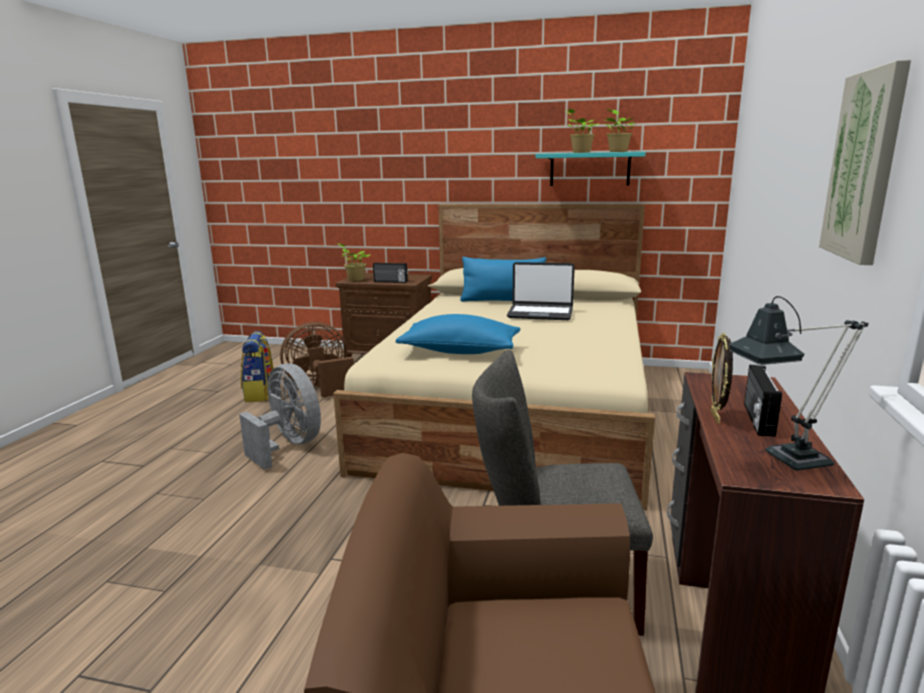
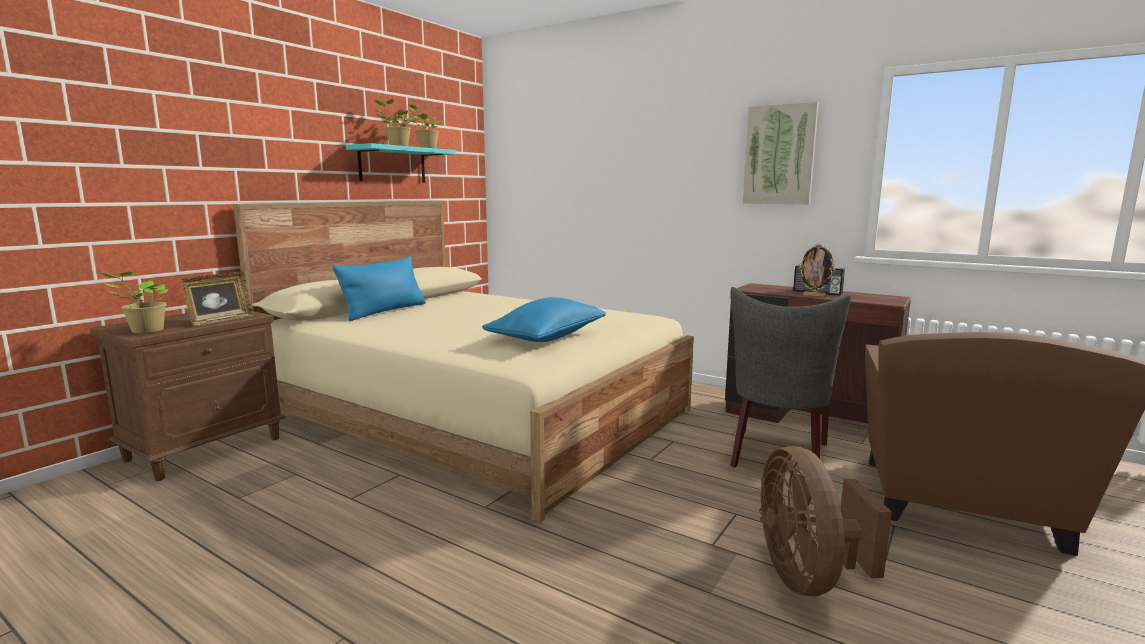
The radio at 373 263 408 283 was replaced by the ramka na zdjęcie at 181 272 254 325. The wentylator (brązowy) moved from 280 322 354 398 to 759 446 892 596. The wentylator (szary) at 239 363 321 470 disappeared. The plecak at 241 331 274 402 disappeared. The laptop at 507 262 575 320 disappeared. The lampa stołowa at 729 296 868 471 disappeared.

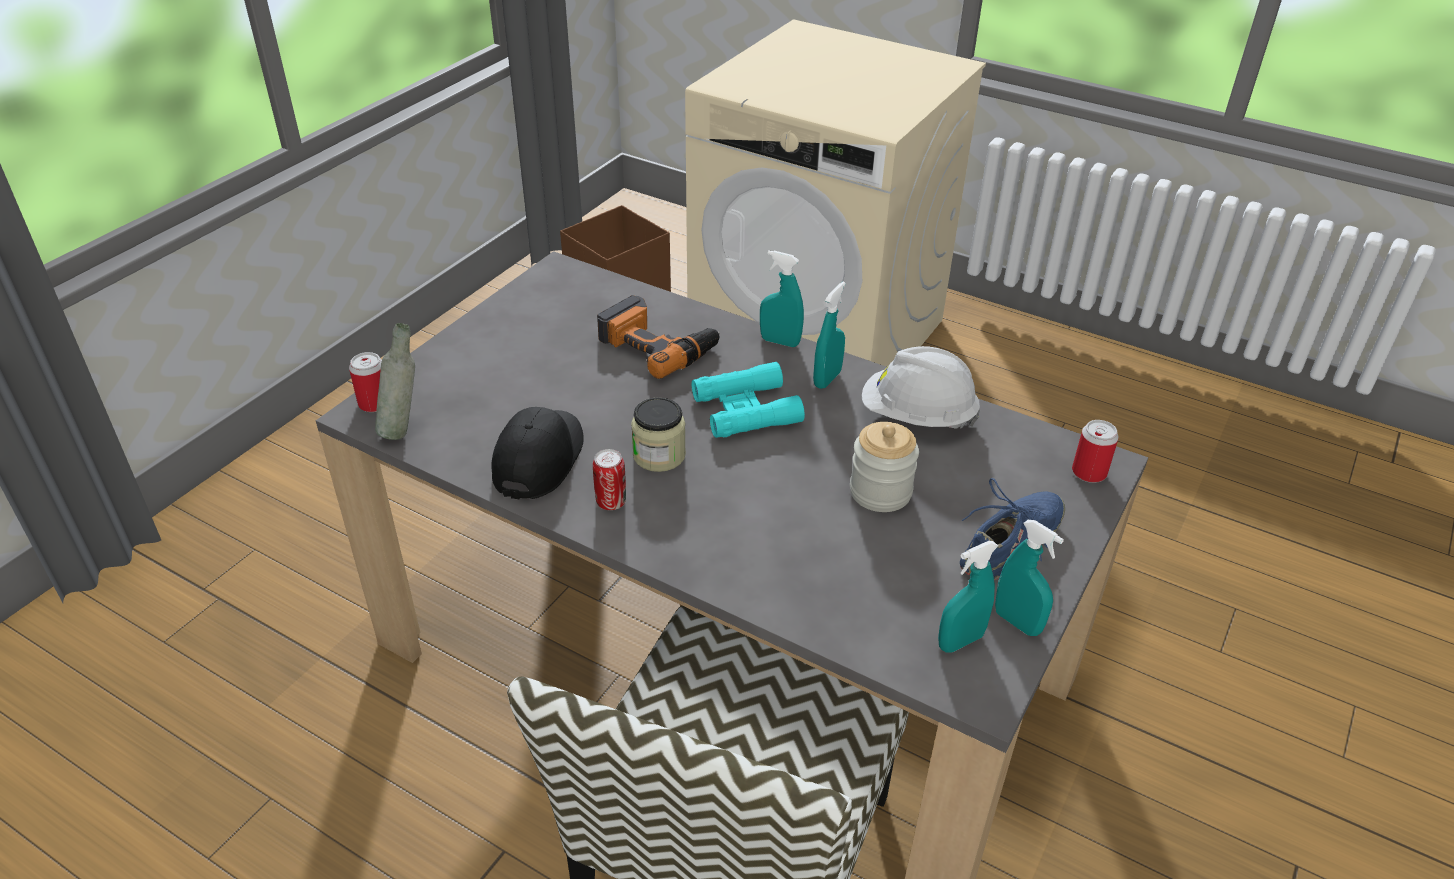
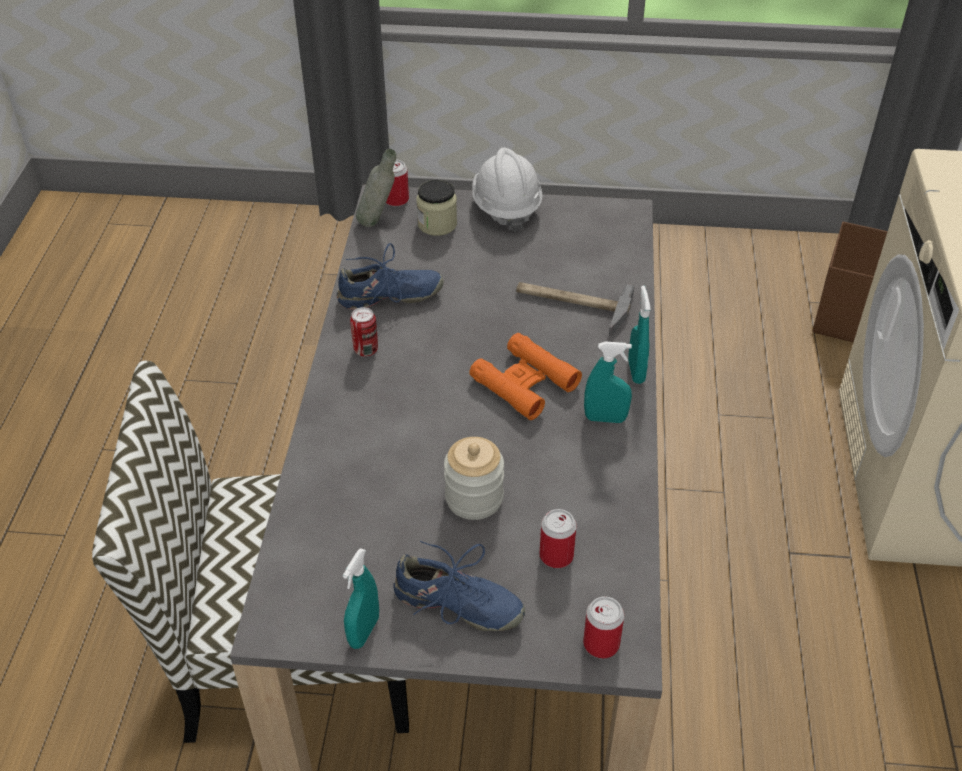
The czapka z daszkiem (czarny) at 492 407 584 499 was replaced by the but (niebieski) at 337 243 444 309. The słoik moved from 631 397 686 472 to 416 180 457 236. The lornetka (turkusowy) at 692 362 805 438 became the lornetka (pomarańczowy) at 469 333 582 420. The kask (biały) moved from 862 346 980 429 to 472 148 543 232. The wiertarka at 597 295 720 379 was replaced by the młotek at 516 282 634 336. The puszka at 540 509 577 568 appeared. The spryskiwacz (turkusowy) at 938 541 998 653 disappeared.

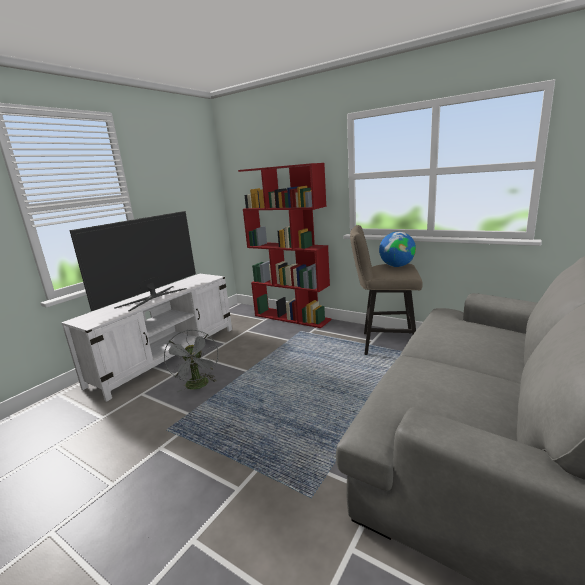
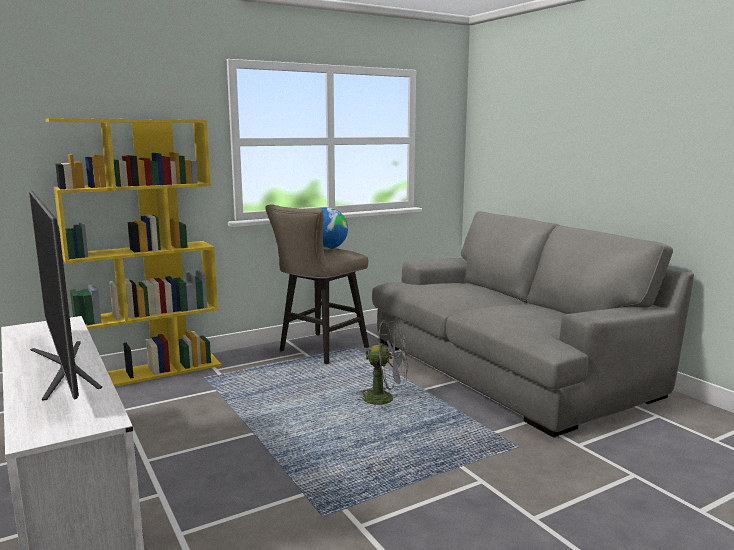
The regał (czerwony) at 238 163 332 328 became the regał (żółty) at 46 118 221 387. The wentylator (szary) moved from 164 330 218 393 to 356 320 408 411.

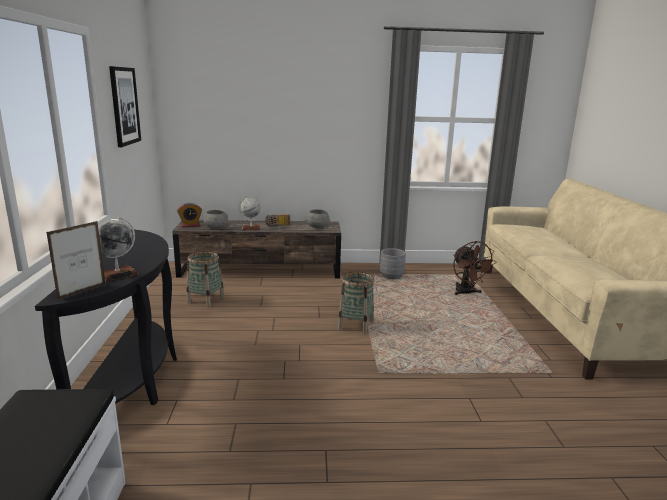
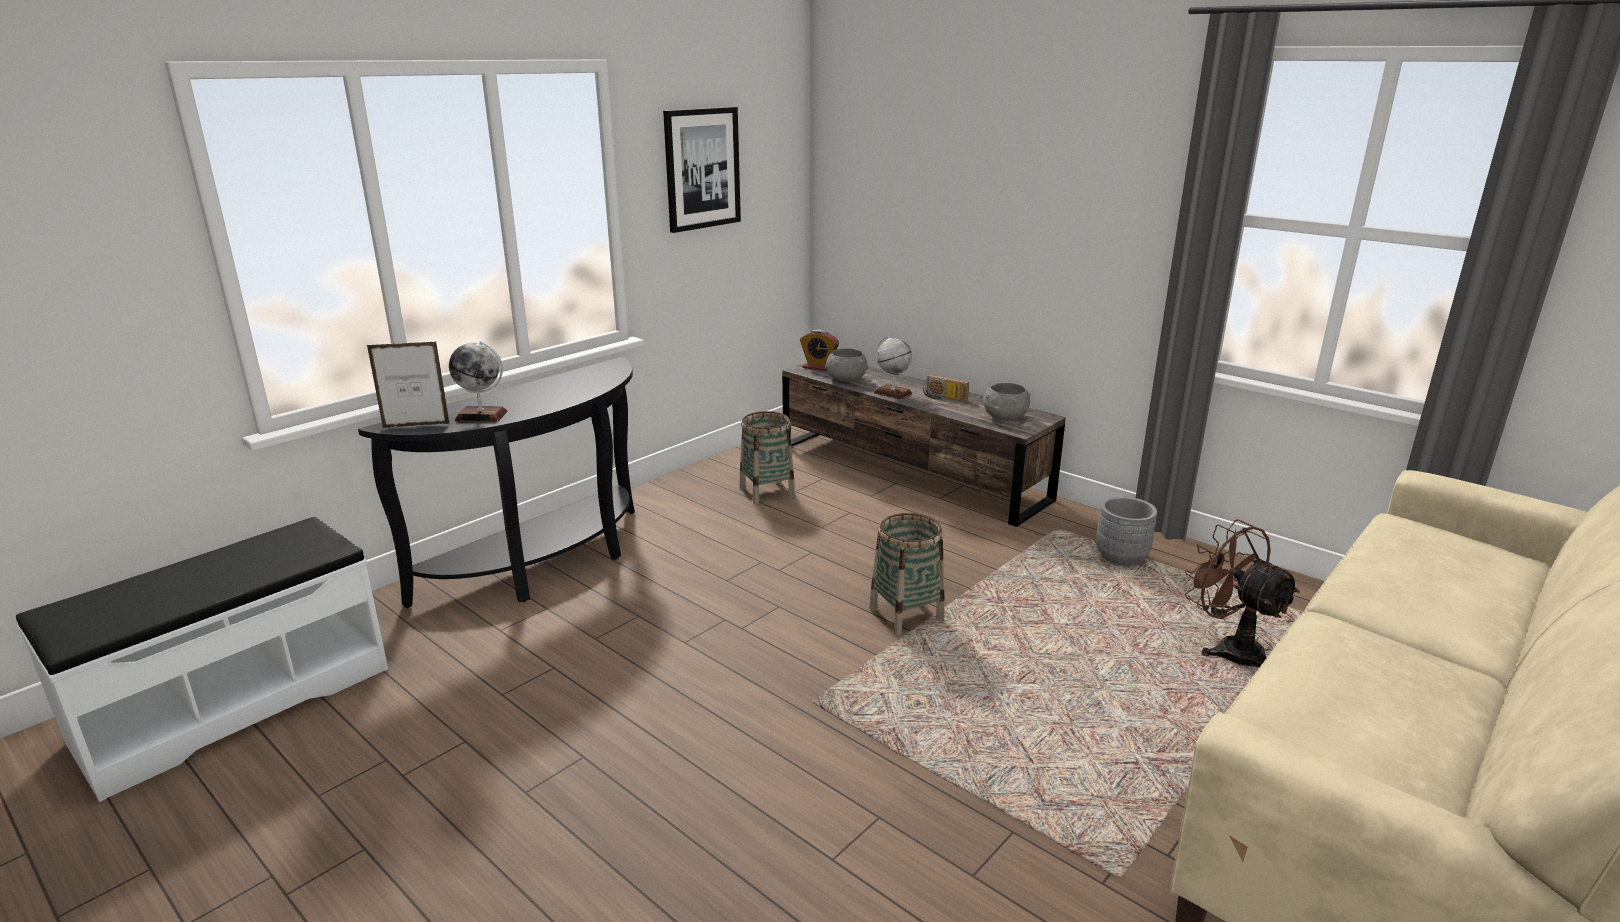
The wentylator (brązowy) at 453 241 497 295 turned 120 degrees clockwise.

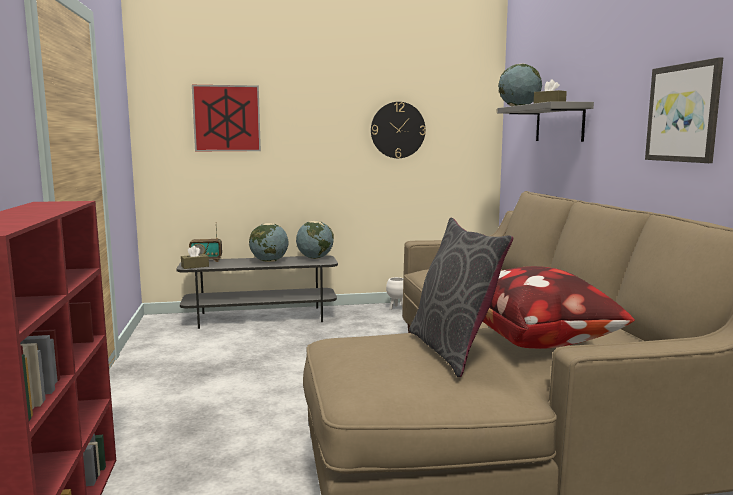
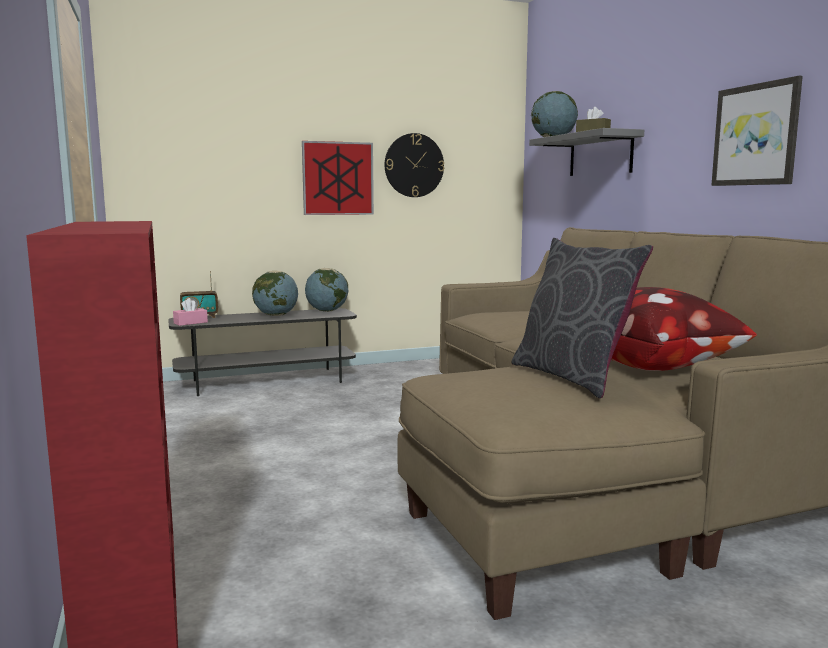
The pudełko chusteczek (brązowy) at 181 246 209 269 became the pudełko chusteczek (różowy) at 173 298 208 326. The obraz moved from 192 85 261 151 to 302 141 374 215. The donica (biały) at 386 277 403 310 disappeared.

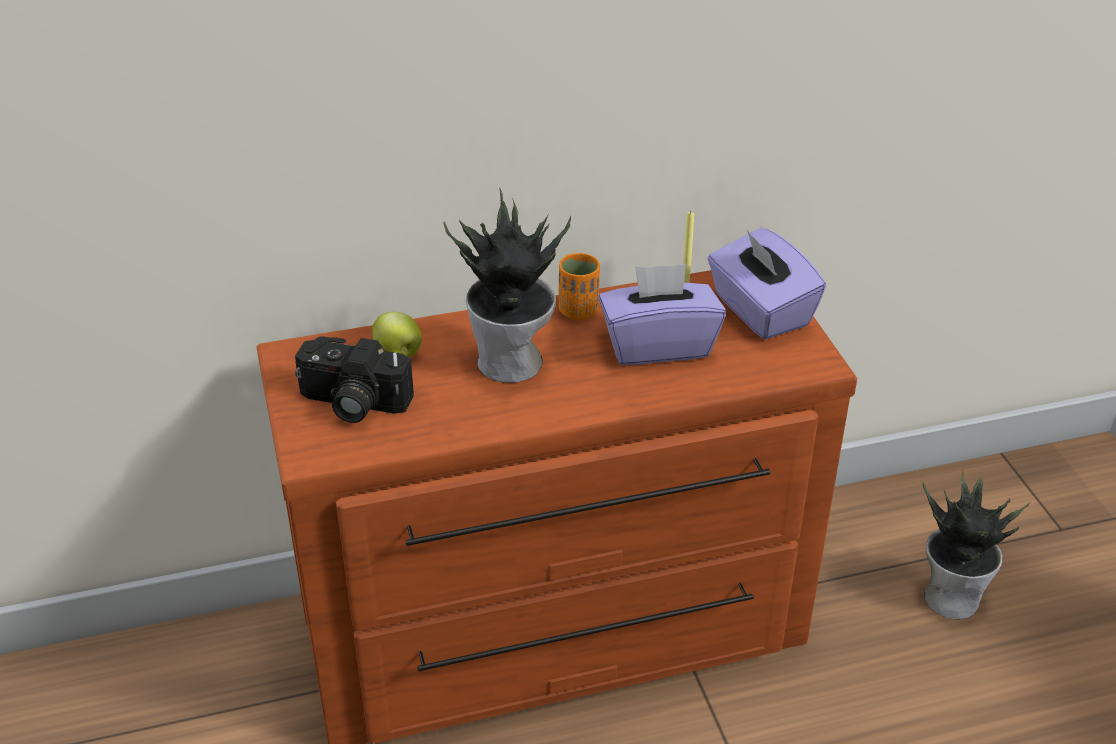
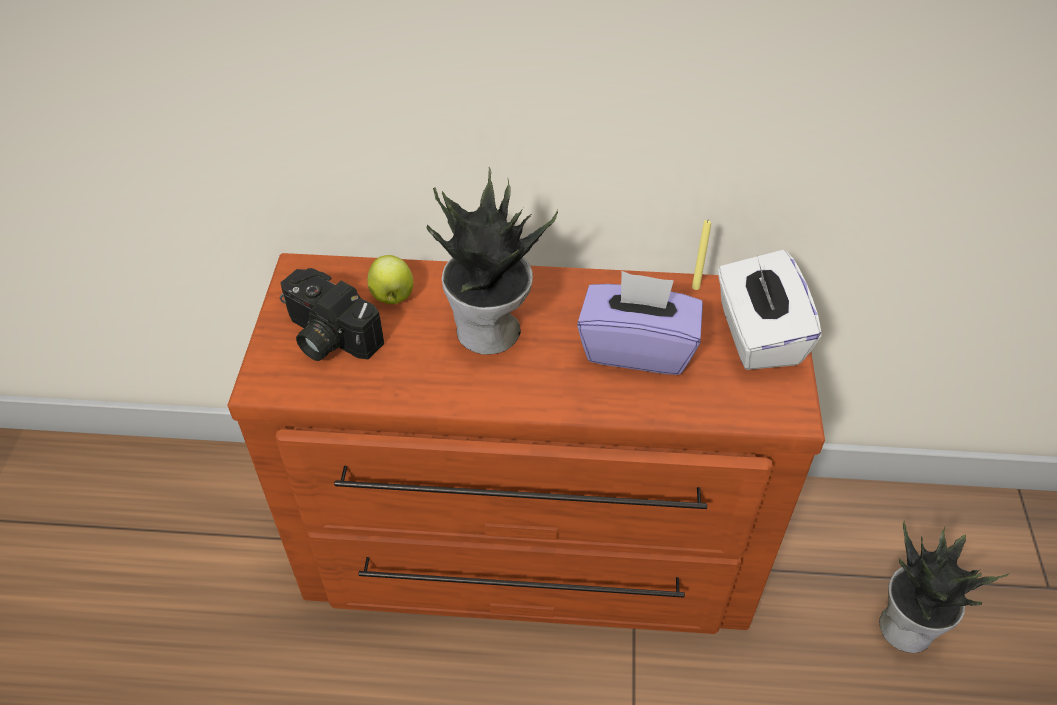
The pudełko chusteczek (fioletowy) at 708 228 826 340 became the pudełko chusteczek (biały) at 717 250 822 370. The filiżanka (pomarańczowy) at 559 253 600 320 disappeared.

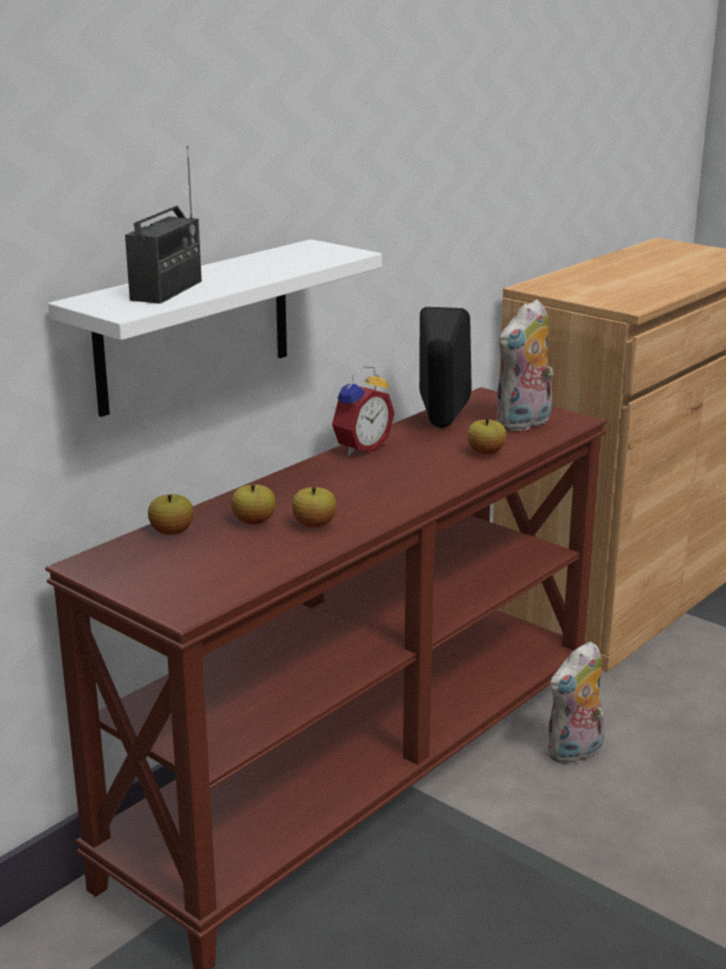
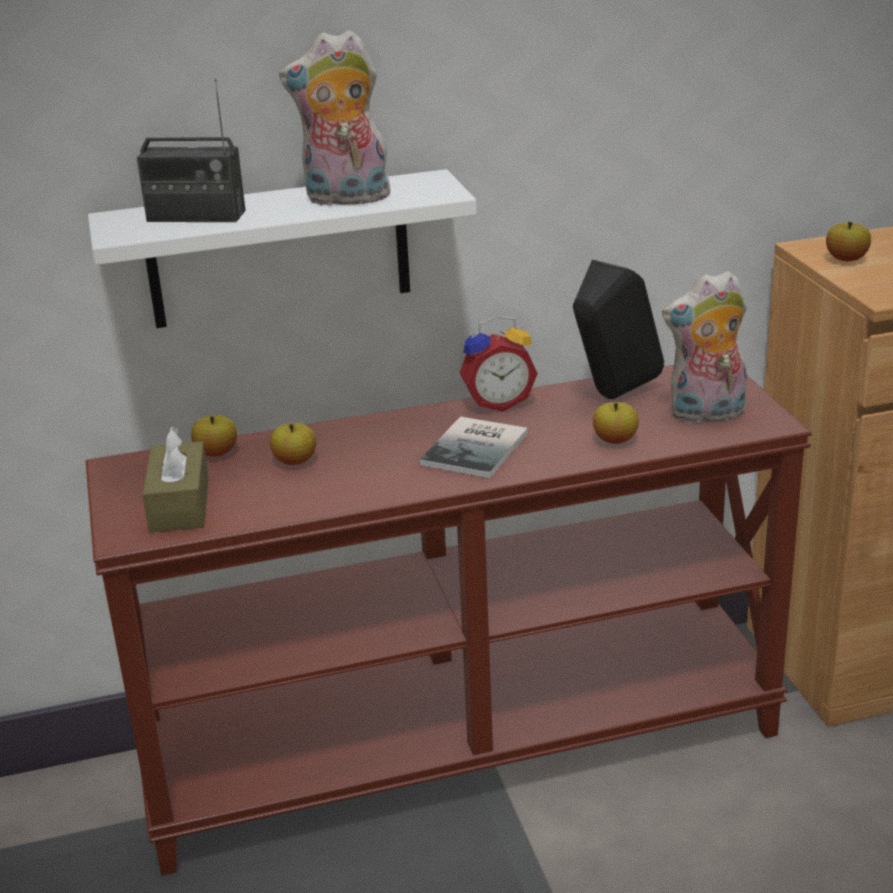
The radio at 125 146 202 304 turned 45 degrees clockwise. The pudełko chusteczek (brązowy) at 142 427 209 533 appeared. The pluszak moved from 547 641 604 764 to 279 30 391 207. The książka at 419 417 528 478 appeared. The jabłko moved from 292 487 337 527 to 826 222 871 261.

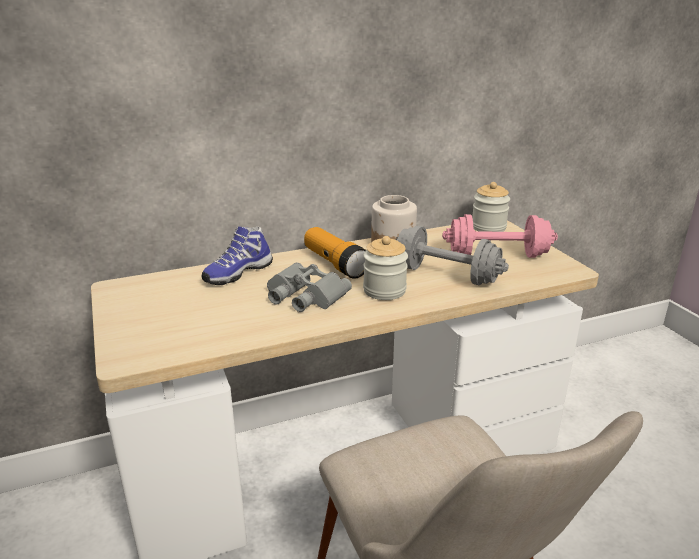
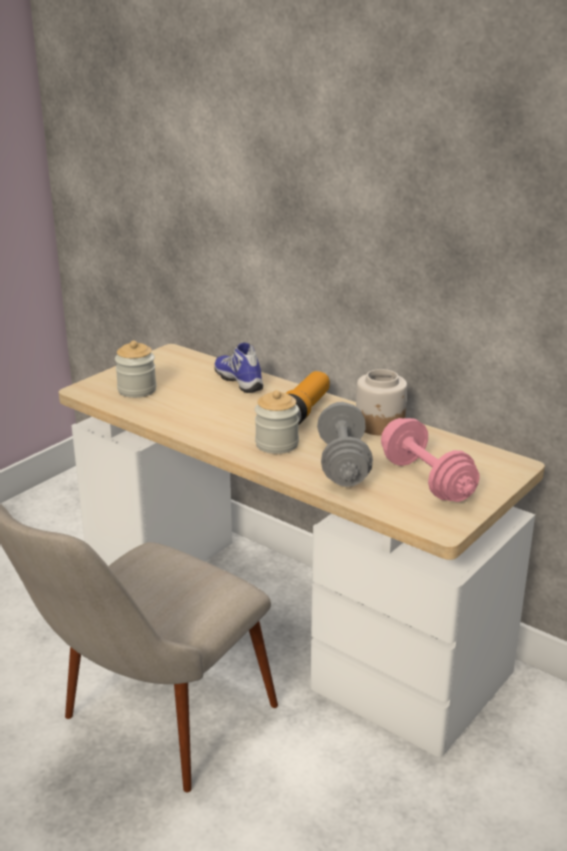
The słoik moved from 472 182 510 232 to 115 341 157 398. The but at 202 226 273 285 turned 45 degrees clockwise. The lornetka (szary) at 267 262 352 312 disappeared.

